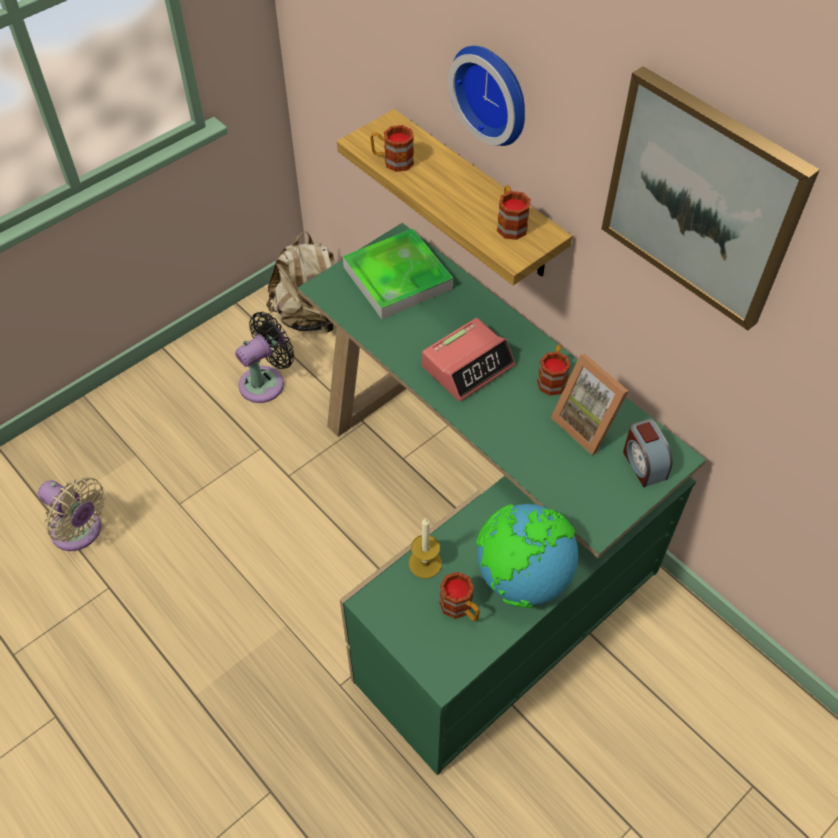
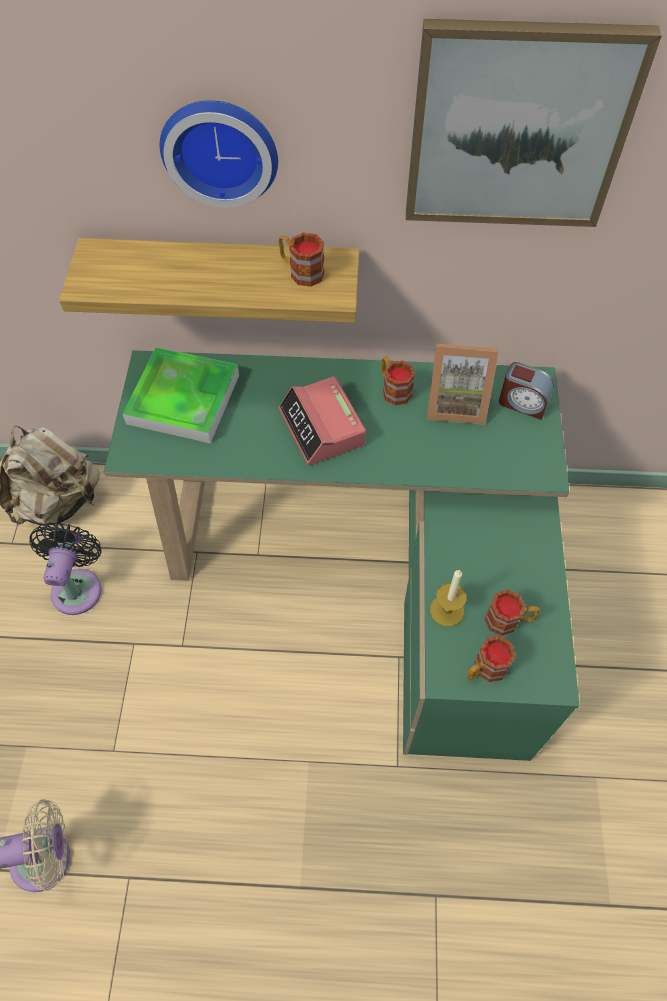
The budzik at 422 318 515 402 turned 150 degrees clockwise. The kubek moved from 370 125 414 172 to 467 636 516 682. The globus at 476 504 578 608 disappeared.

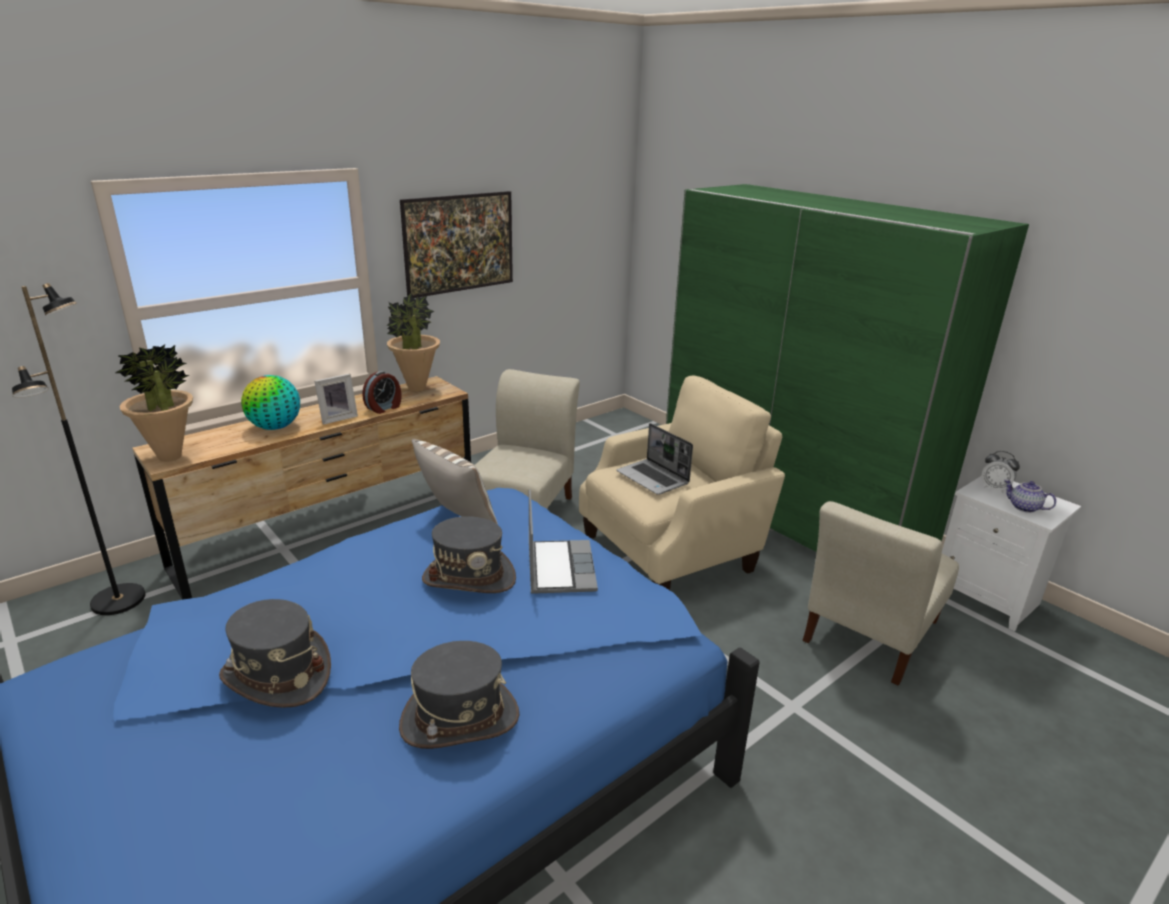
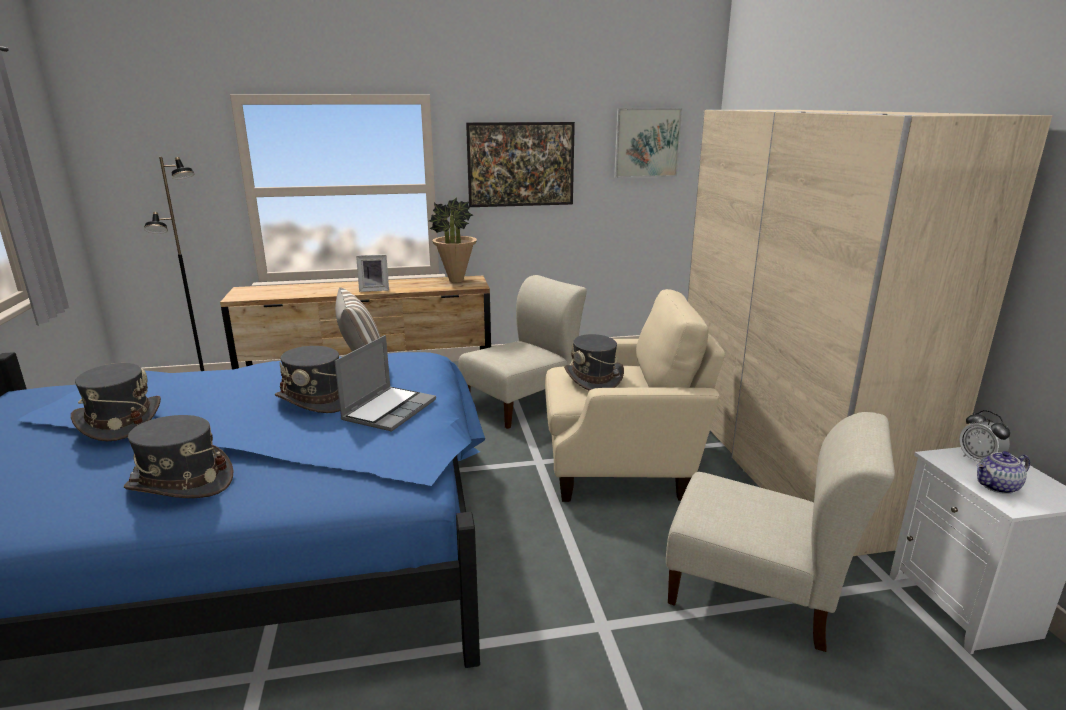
The laptop at 616 423 693 495 was replaced by the kapelusz (szary) at 564 334 624 391. The obraz at 614 108 682 178 appeared. The krzesło (beżowy) at 802 501 959 686 turned 135 degrees counterclockwise. The szafa (zielony) at 666 184 1029 552 became the szafa (beżowy) at 687 110 1052 556. The imbryk at 1004 480 1056 513 turned 90 degrees counterclockwise. The roślina doniczkowa at 116 345 193 462 disappeared. The globus at 241 375 300 430 disappeared. The budzik at 362 371 401 414 disappeared.

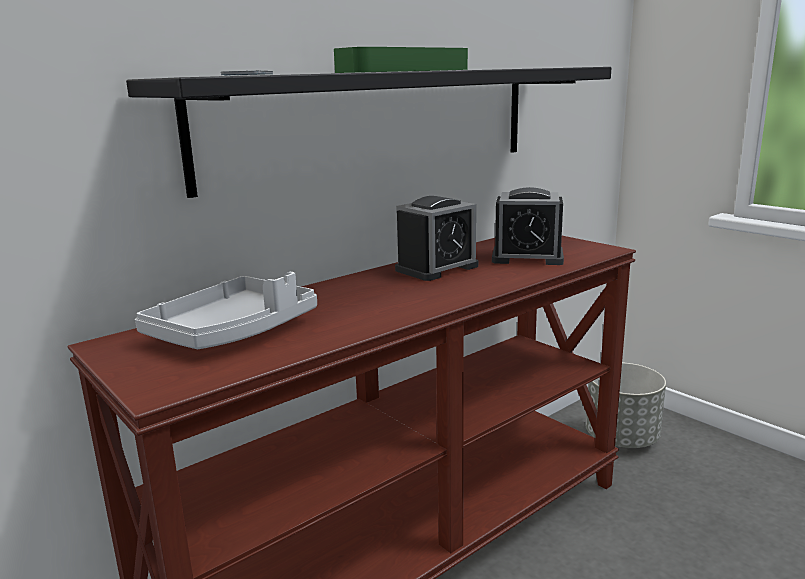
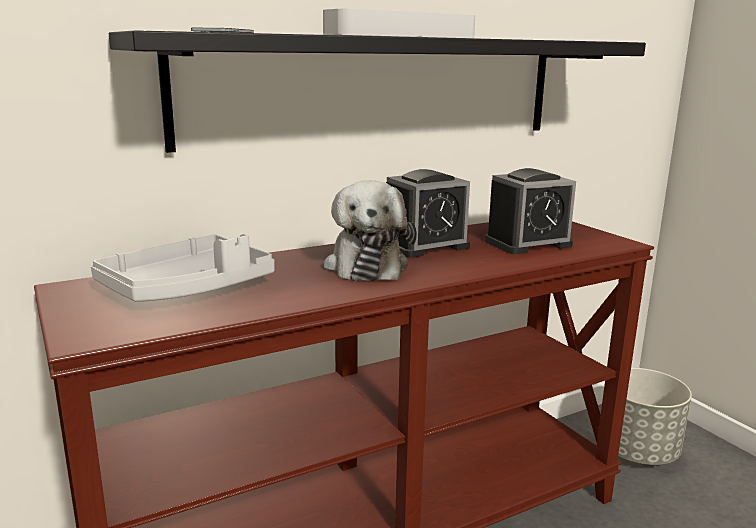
The taca (zielony) at 334 47 468 73 became the taca (szary) at 323 9 475 38. The pluszak at 324 180 417 281 appeared. The budzik at 492 187 564 265 turned 45 degrees counterclockwise.

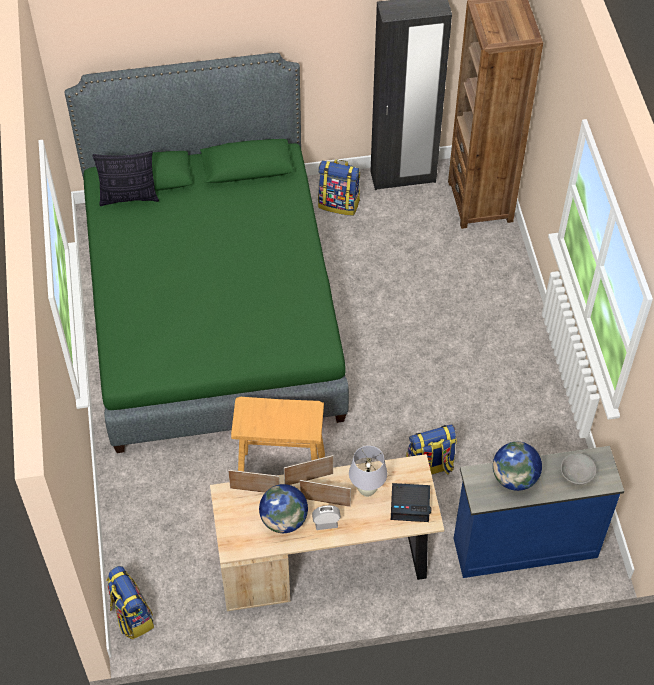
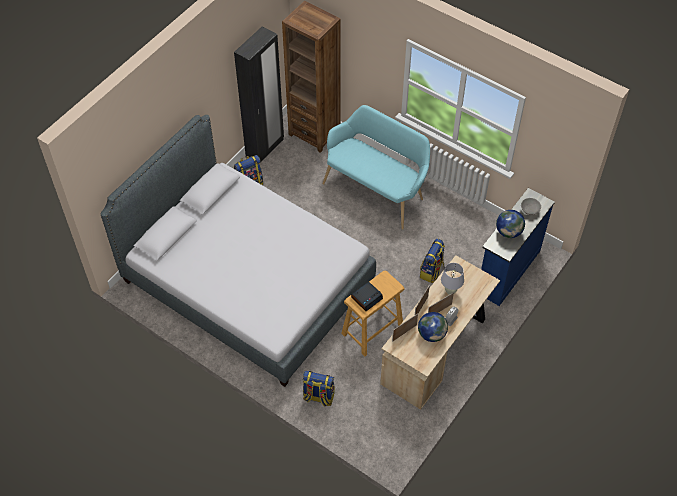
The łóżko (zielony) at 65 53 349 453 became the łóżko (szary) at 101 115 376 387. The plecak moved from 107 566 154 639 to 303 371 335 407. The ławka (turkusowy) at 323 105 430 229 appeared. The budzik moved from 391 483 431 522 to 351 282 383 311. The poduszka at 92 151 159 206 disappeared.

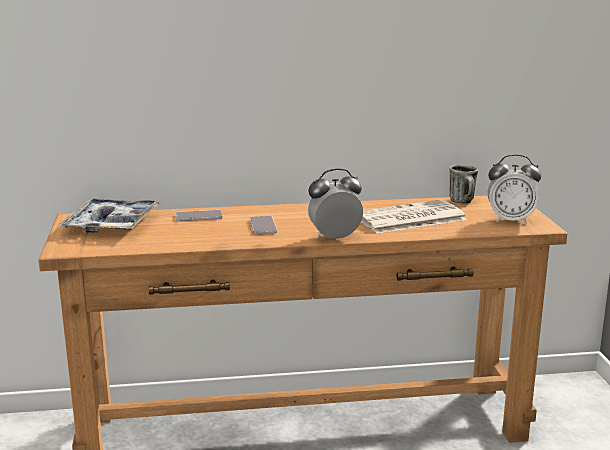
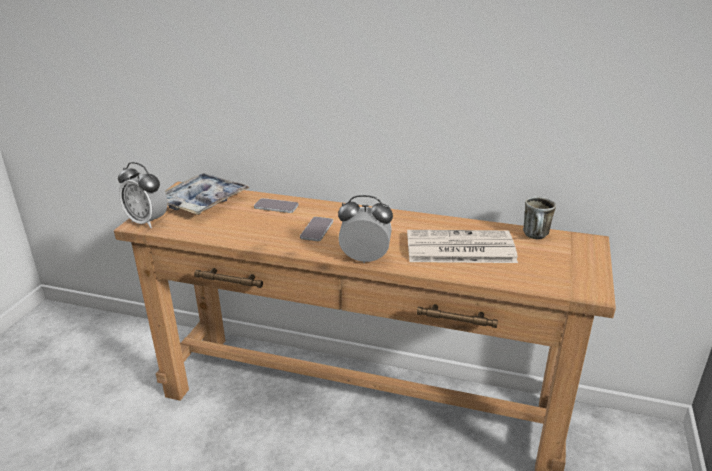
The budzik moved from 488 154 541 224 to 118 162 167 228.

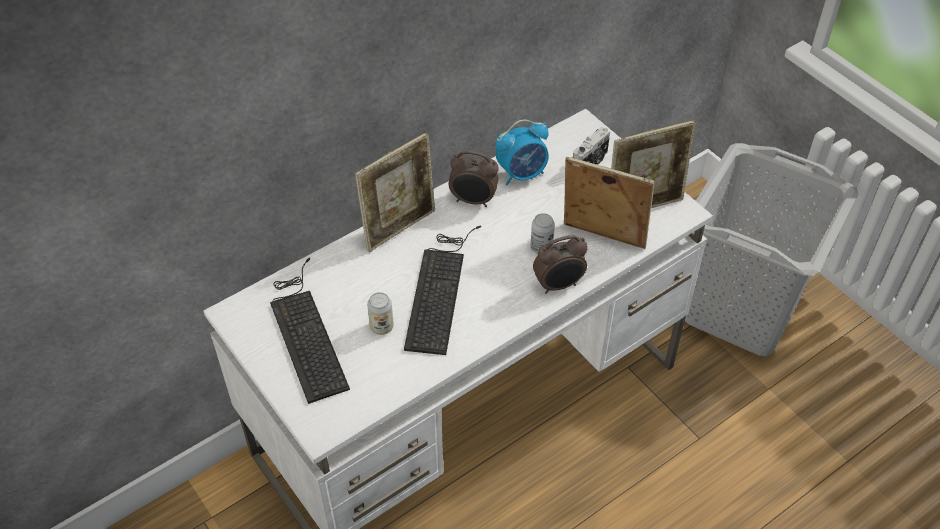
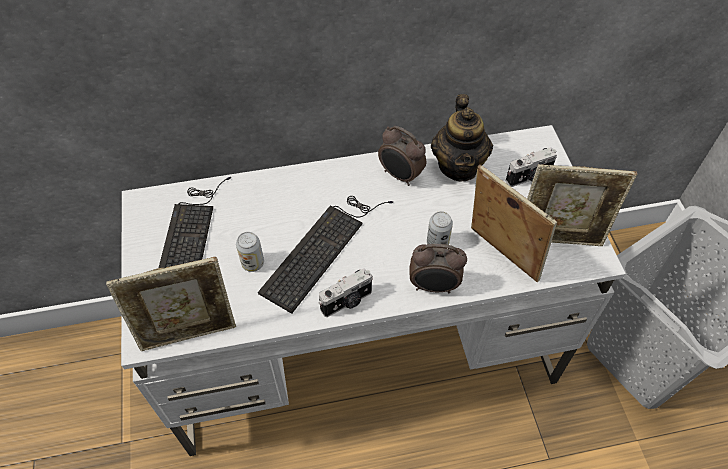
The ramka na zdjęcie moved from 355 132 435 252 to 106 257 236 351. The aparat fotograficzny at 318 268 373 317 appeared. The budzik at 496 119 549 185 was replaced by the imbryk at 431 94 493 182.

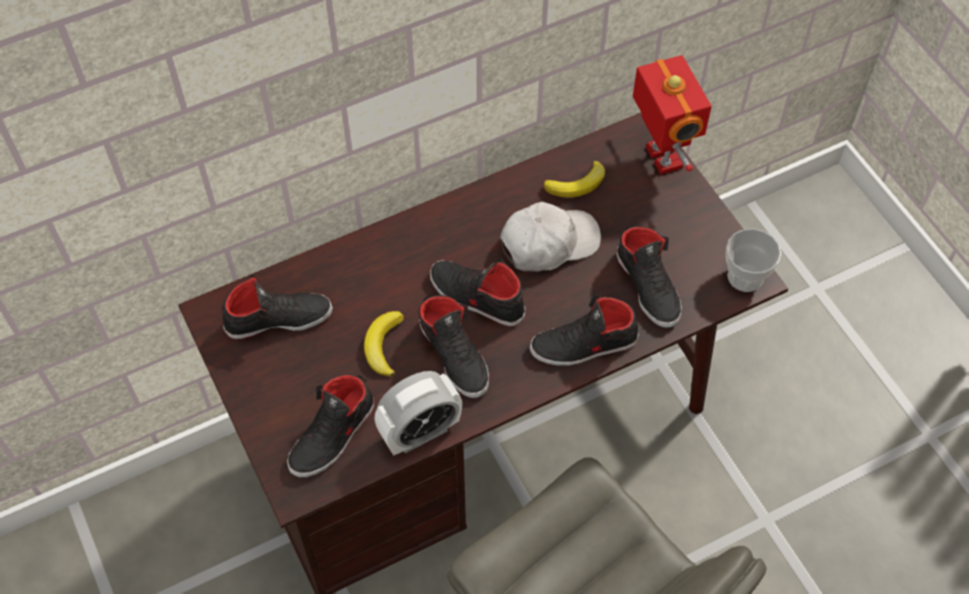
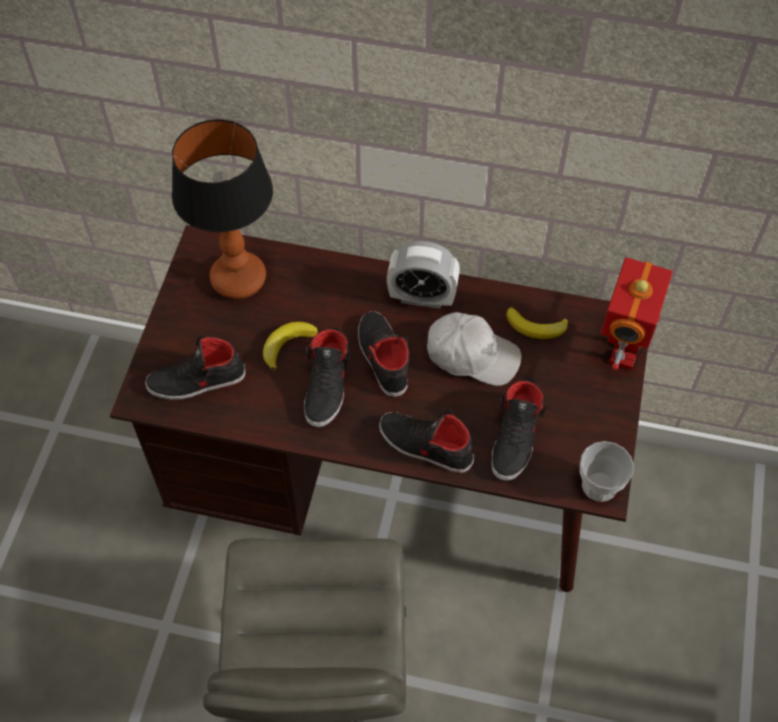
The but (czarny) at 222 274 333 339 was replaced by the lampa stołowa at 172 119 273 299. The budzik moved from 374 371 462 456 to 387 241 460 309.

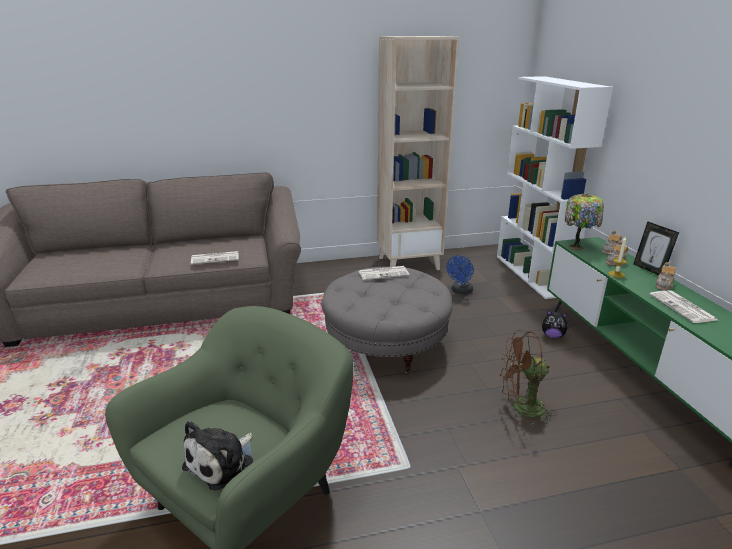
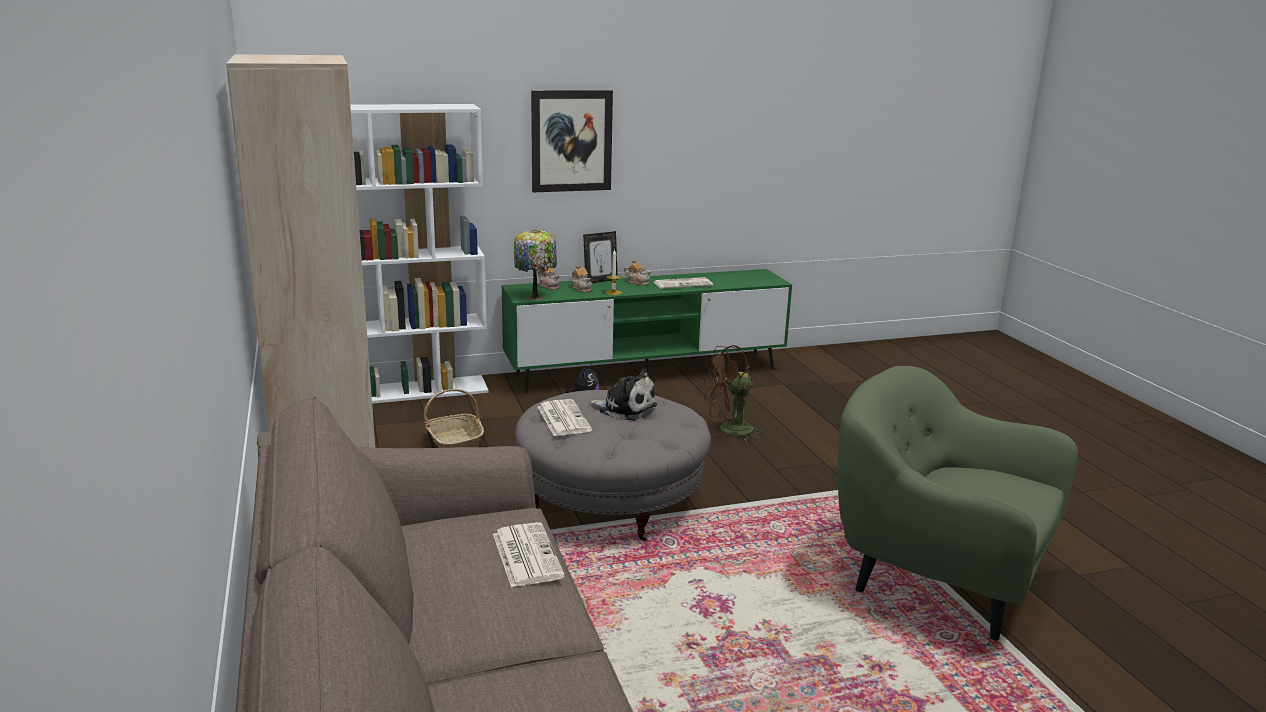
The wentylator (niebieski) at 446 255 474 294 was replaced by the koszyk at 424 389 484 448. The obraz at 531 90 613 192 appeared. The pluszak moved from 182 421 253 491 to 589 369 657 420. The wentylator (brązowy) at 500 330 557 426 turned 75 degrees clockwise.

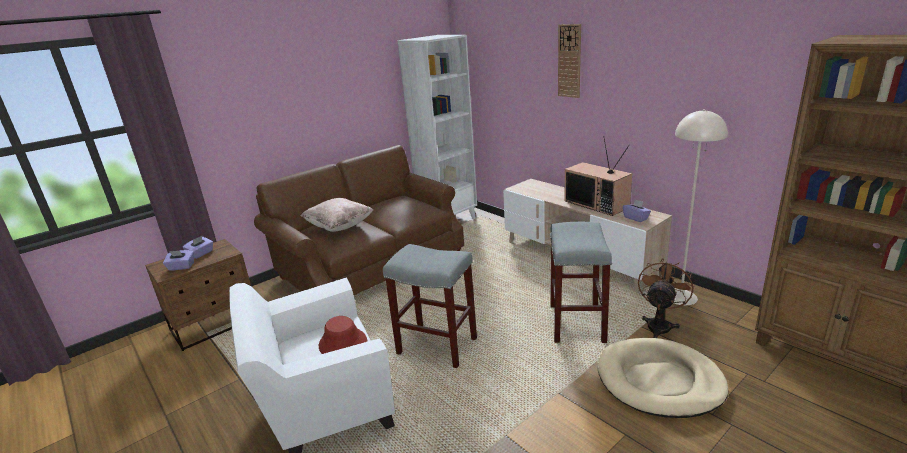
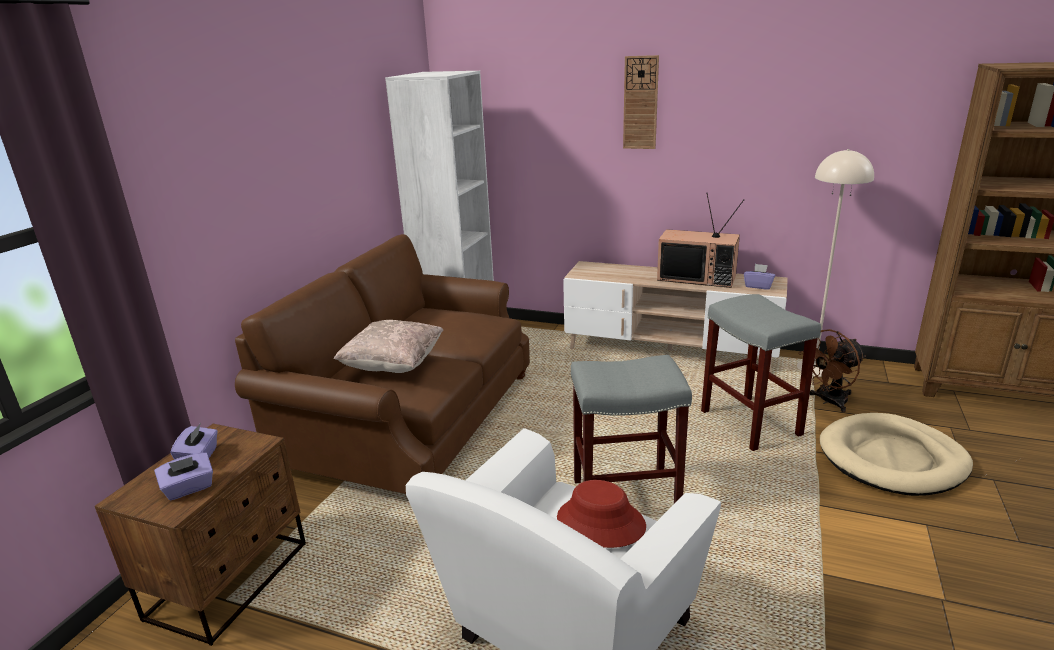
The wentylator (brązowy) at 638 258 694 338 turned 120 degrees counterclockwise.

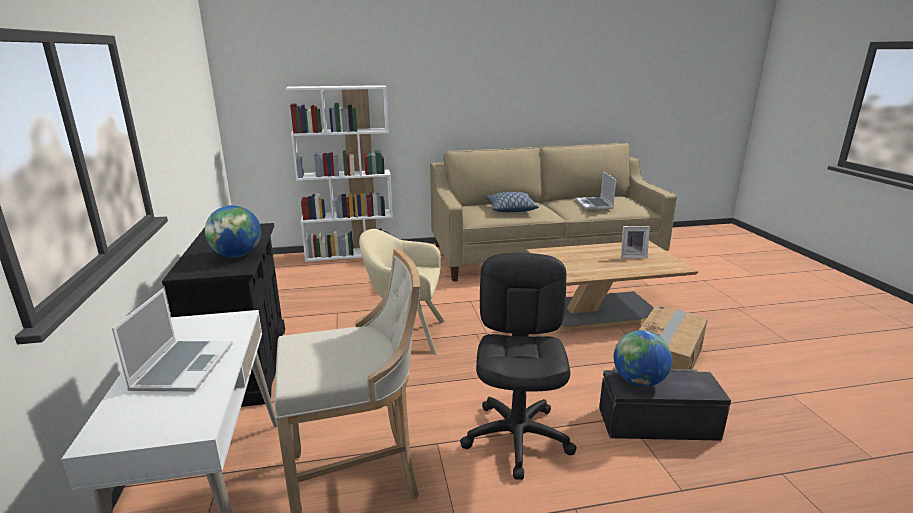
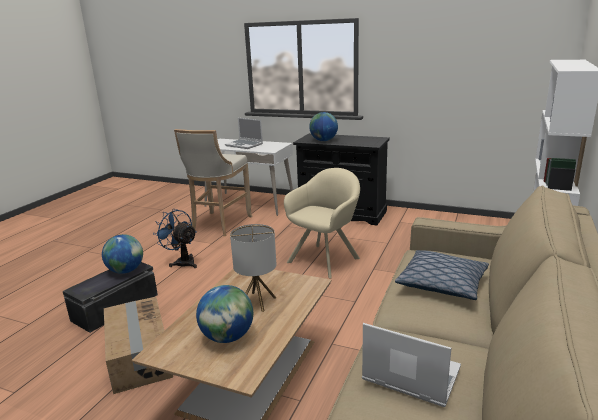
The krzesło biurowe (czarny) at 460 253 577 480 was replaced by the wentylator (niebieski) at 153 209 197 268. The ramka na zdjęcie at 621 226 650 258 was replaced by the globus at 196 285 253 343. The lampa stołowa at 230 224 277 312 appeared.

